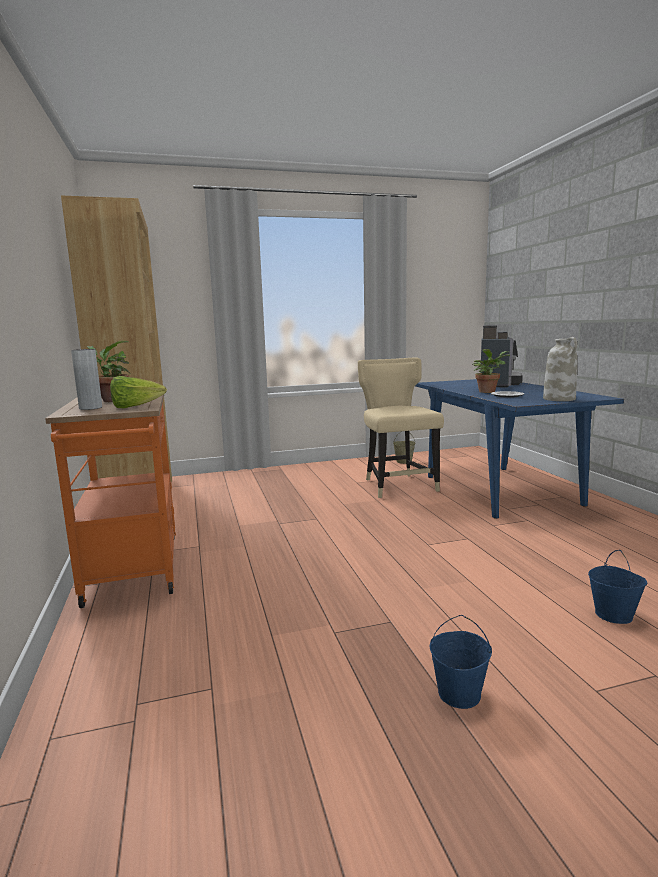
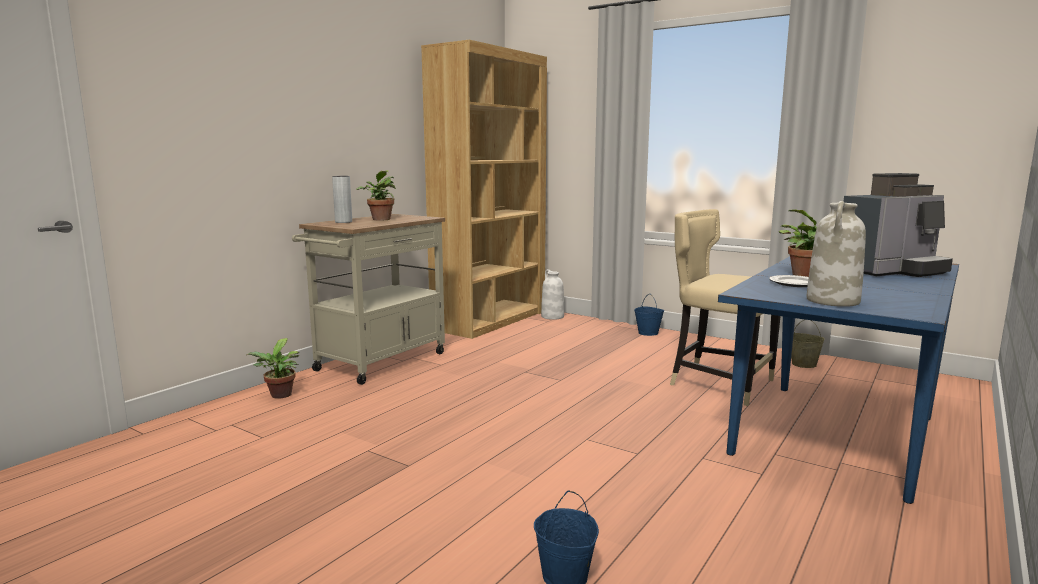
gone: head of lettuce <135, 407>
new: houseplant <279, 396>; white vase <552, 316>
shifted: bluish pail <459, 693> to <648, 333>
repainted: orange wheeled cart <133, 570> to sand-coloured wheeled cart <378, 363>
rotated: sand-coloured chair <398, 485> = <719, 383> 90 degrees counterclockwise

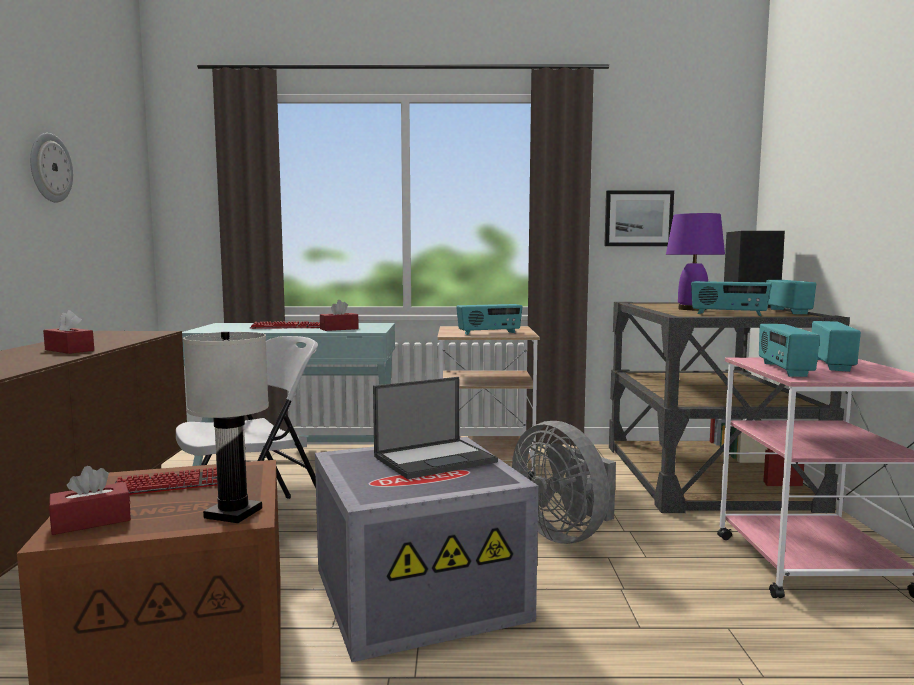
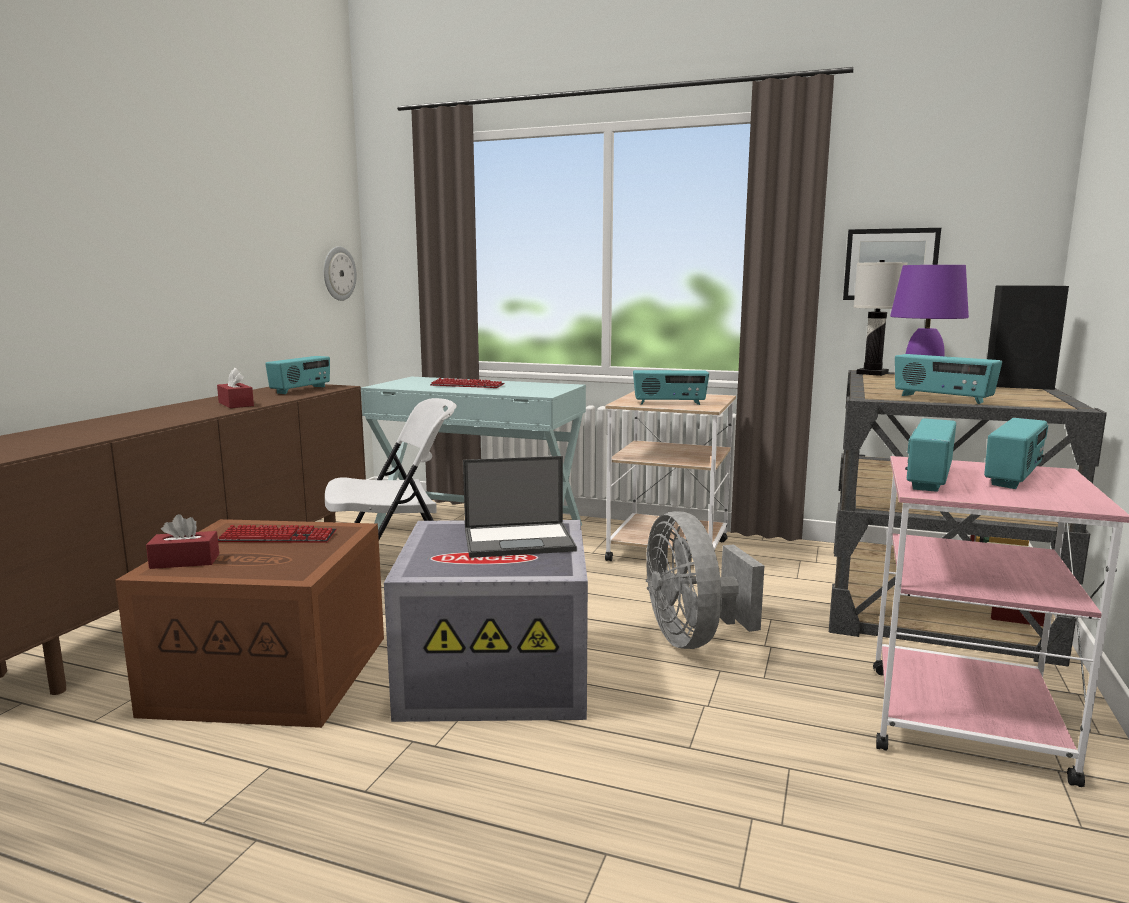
gone: red-coloured tissue holder <339, 329>
shifted: wall clock <50, 168> to <338, 273>; white table lamp <233, 513> to <872, 373>; radio <788, 311> to <301, 390>

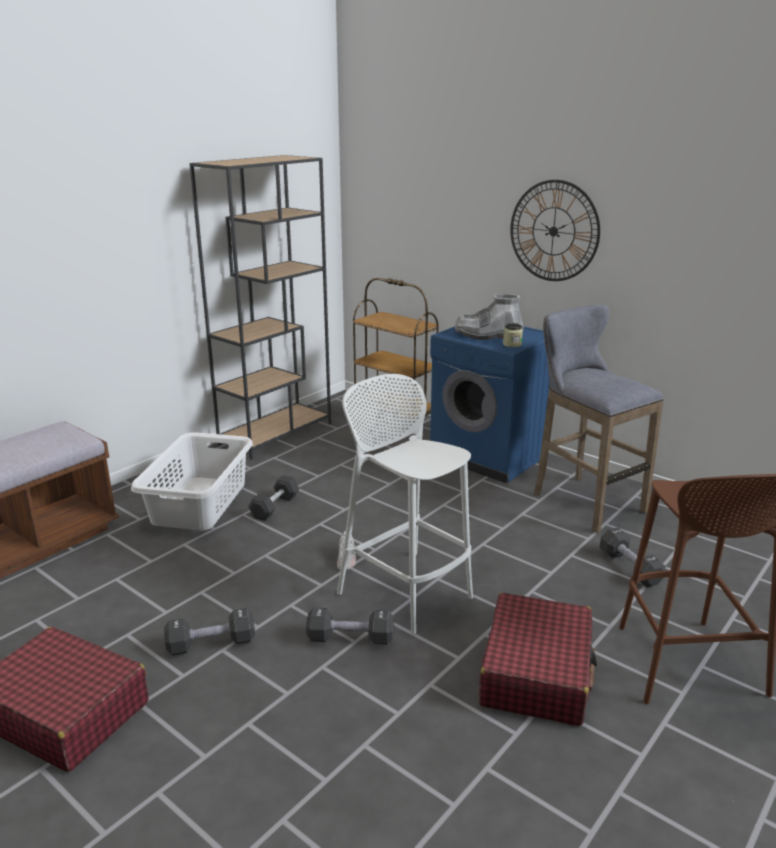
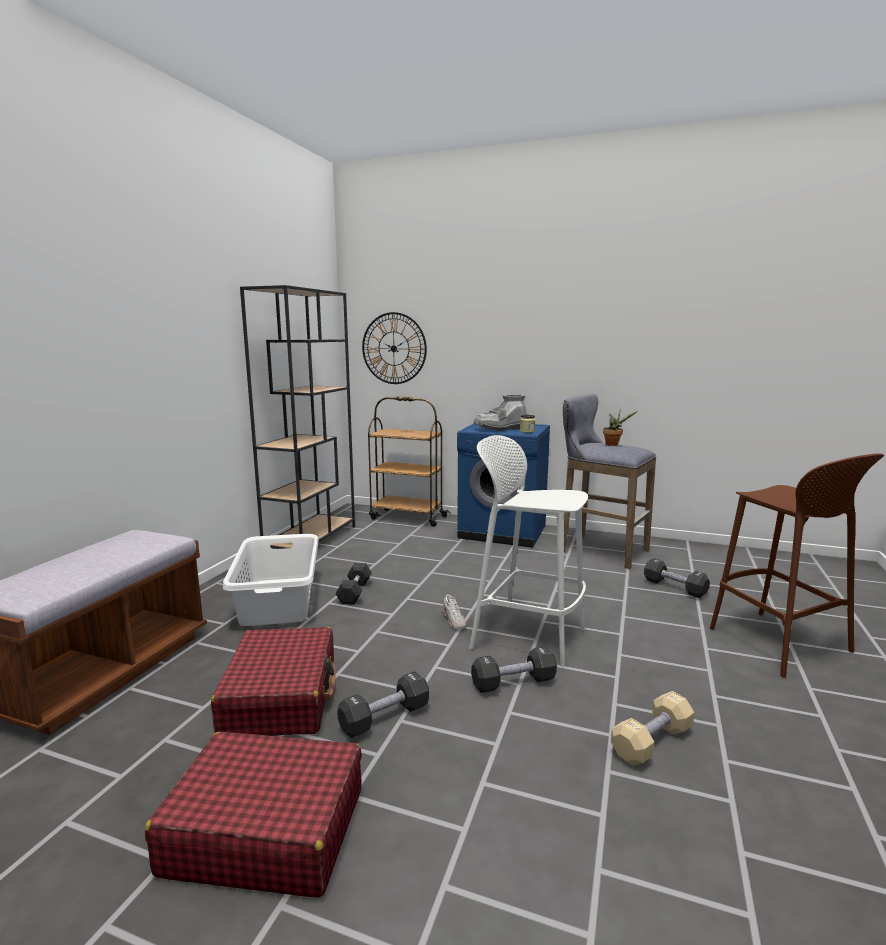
new: houseplant <613, 444>; sand-coloured hand weight <651, 742>
shifted: red-coloured piece of luggage <536, 672> to <281, 697>; wall clock <553, 231> to <394, 348>

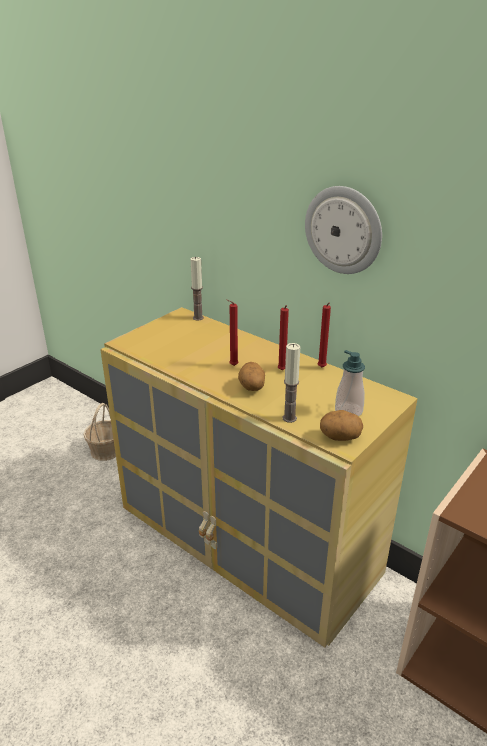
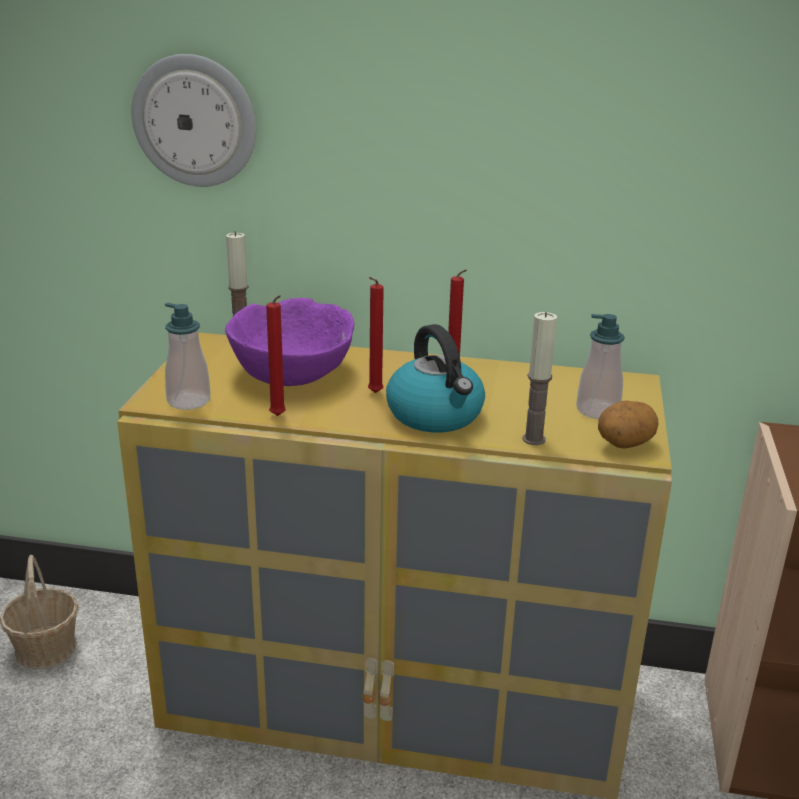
new: soap dispenser <189, 401>; purplish serving bowl <292, 372>
shifted: wall clock <343, 230> to <195, 121>; red-coloured wax light <322, 368> to <278, 417>
swapped: whole potato <251, 388> to kettle <436, 415>

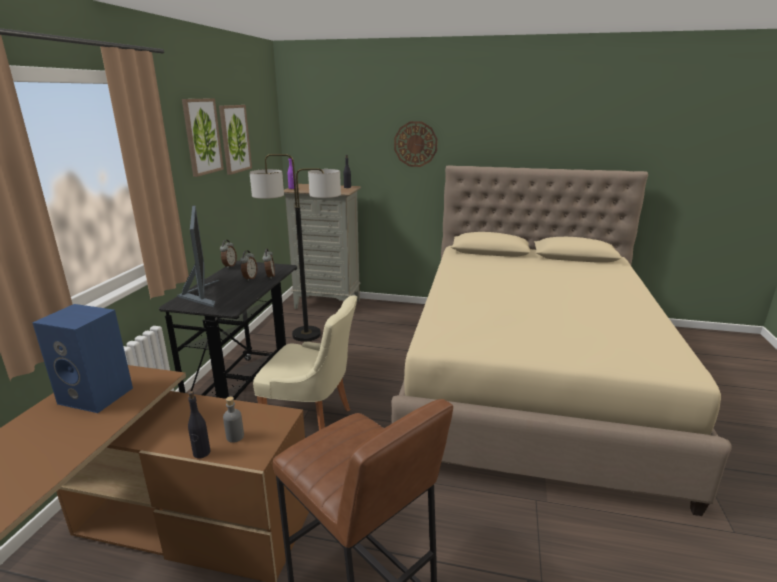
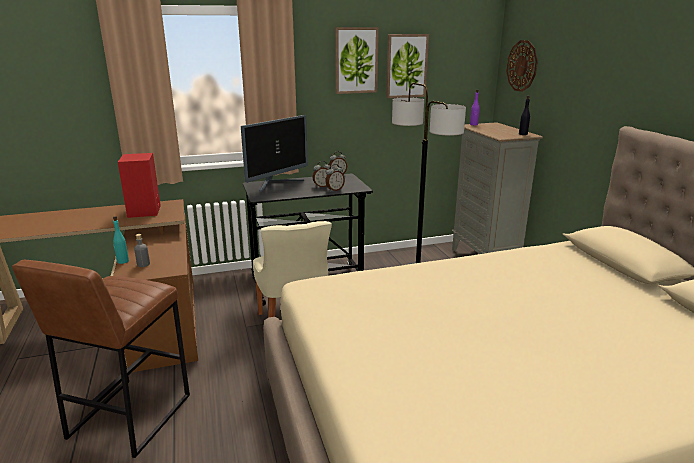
shifted: wall clock <415, 144> to <522, 66>
repainted: bluish speaker <98, 395> to red-coloured speaker <145, 211>; blackish drink bottle <201, 453> to turquoise drink bottle <122, 261>

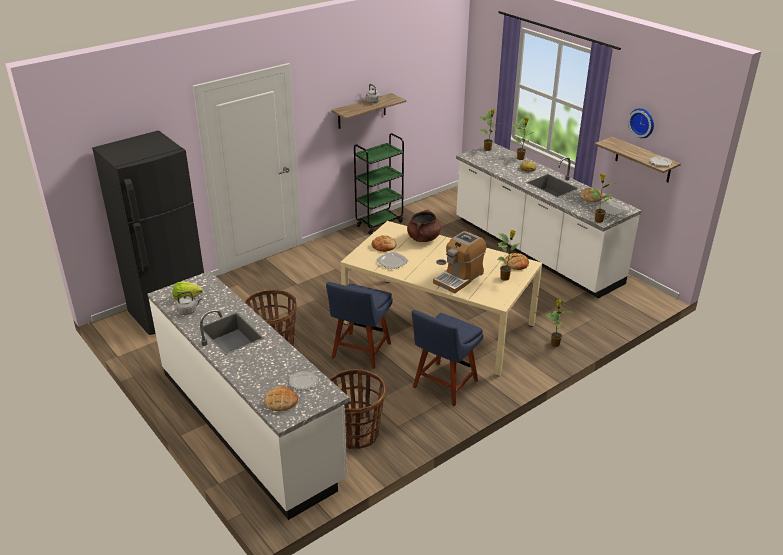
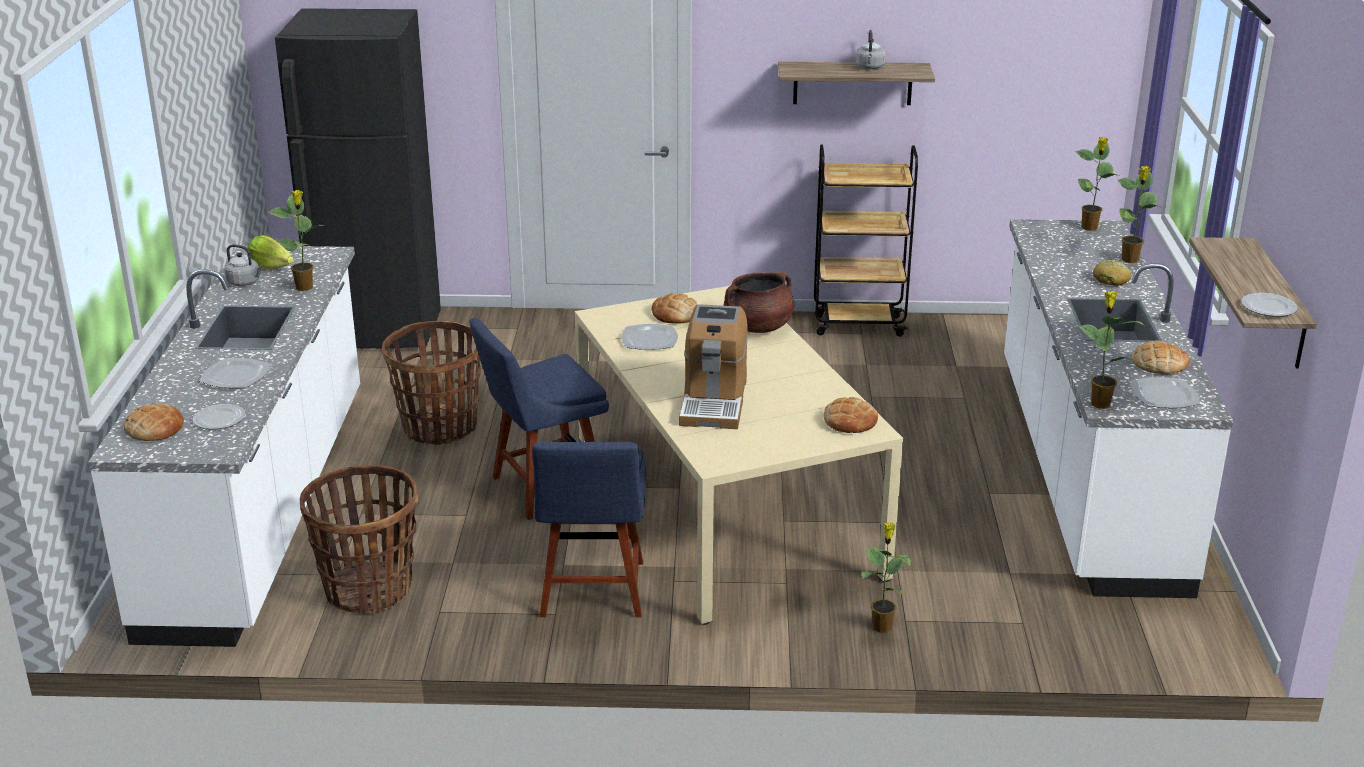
gone: wall clock <642, 122>
new: dinner plate <235, 376>
shifted: houseplant <505, 278> to <305, 287>
repainted: green wheeled cart <379, 224> to brown wheeled cart <859, 325>
rotated: bluish chair <443, 385> = <592, 593> 75 degrees counterclockwise; coffee maker <459, 278> = <714, 402> 75 degrees counterclockwise

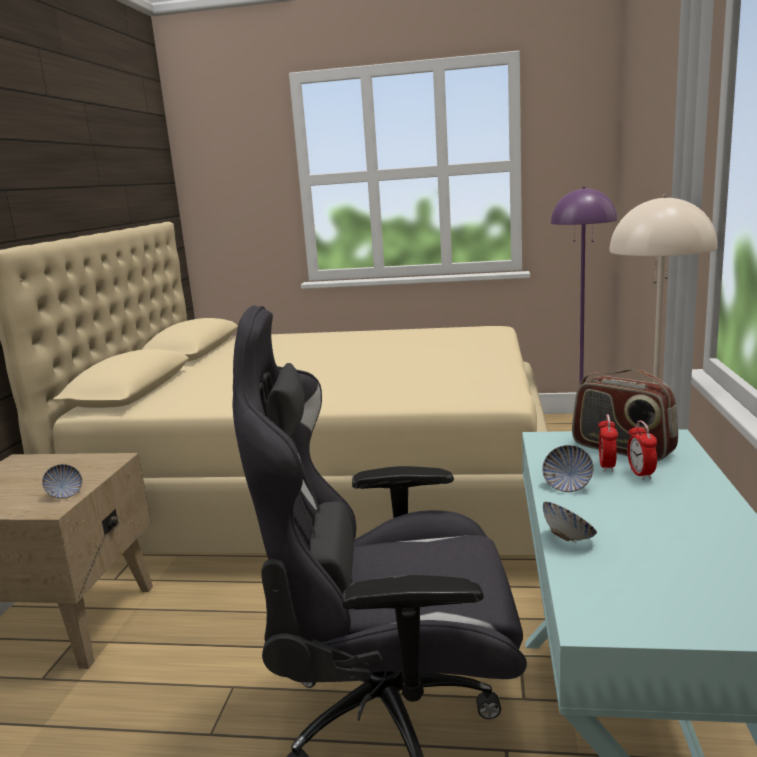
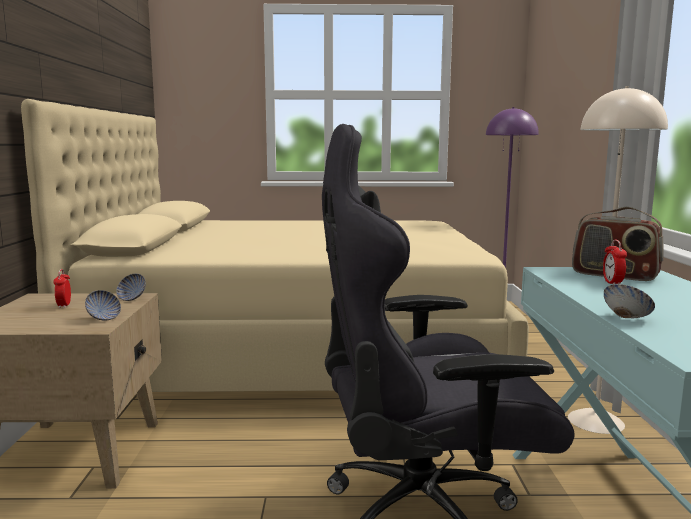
shifted: serving bowl <567, 486> to <132, 298>; table clock <641, 474> to <64, 306>

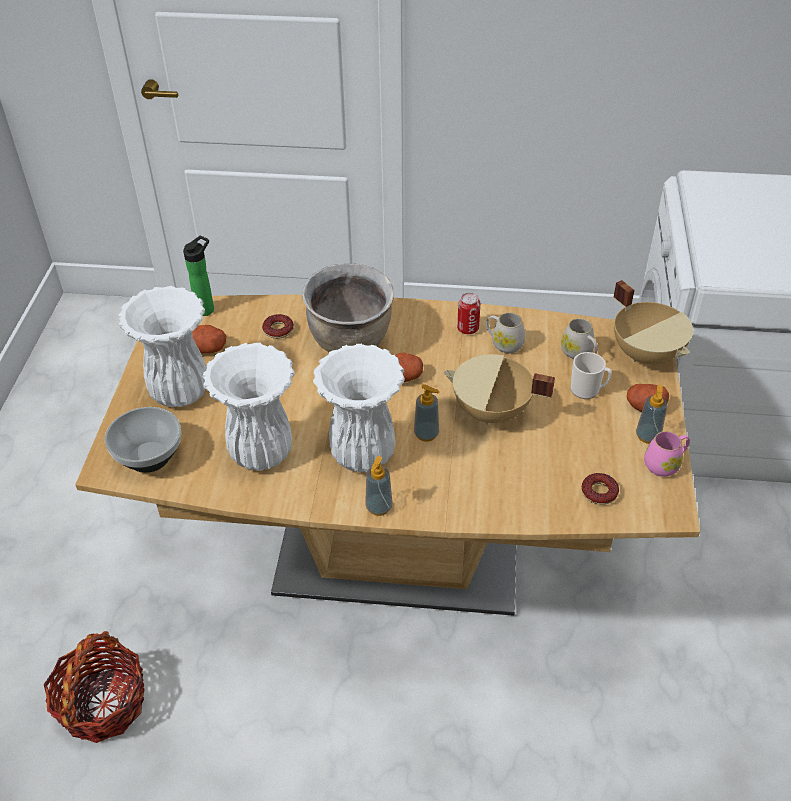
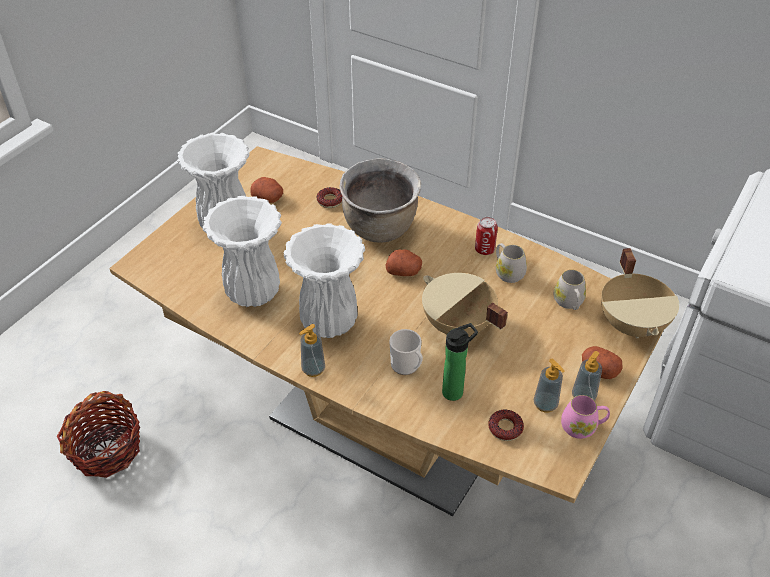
gone: serving bowl <150, 458>
shifted: drink bottle <207, 308> to <455, 391>; soap dispenser <426, 434> to <545, 404>; tea mug <588, 390> to <407, 366>

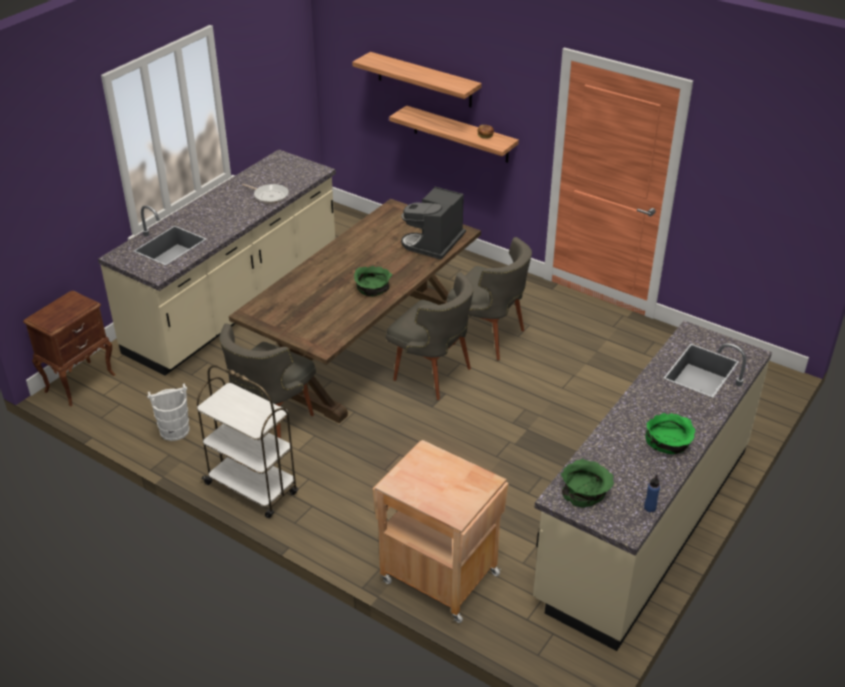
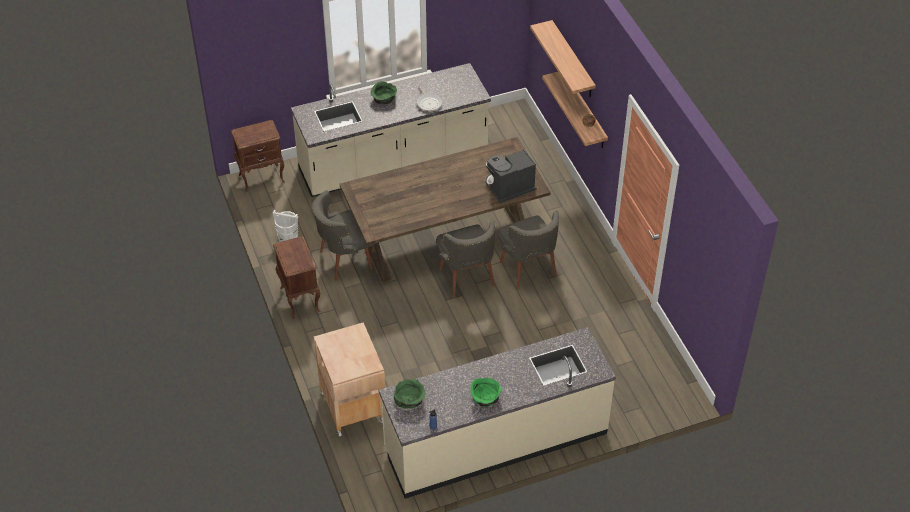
shifted: green serving bowl <373, 289> to <384, 98>
swapped: white wheeled cart <252, 490> to brown night table <299, 299>

